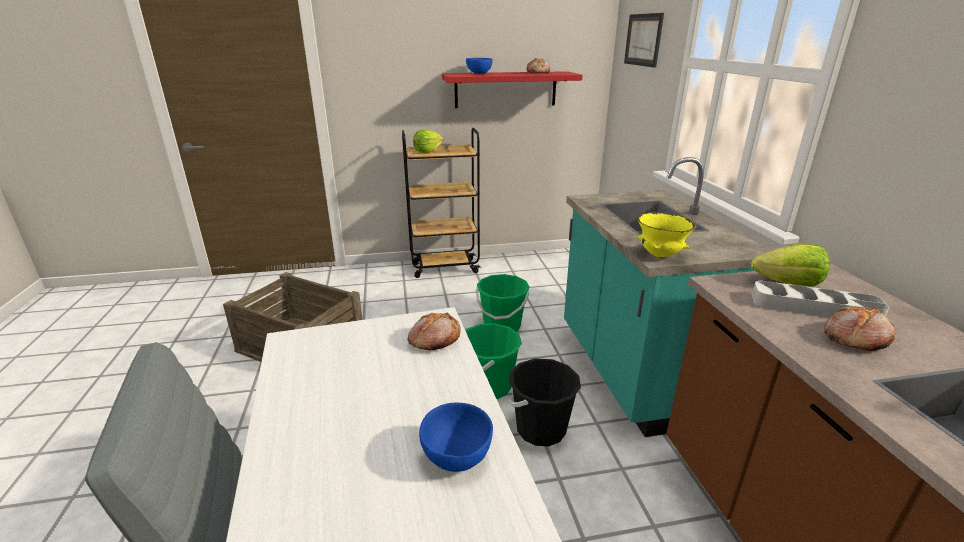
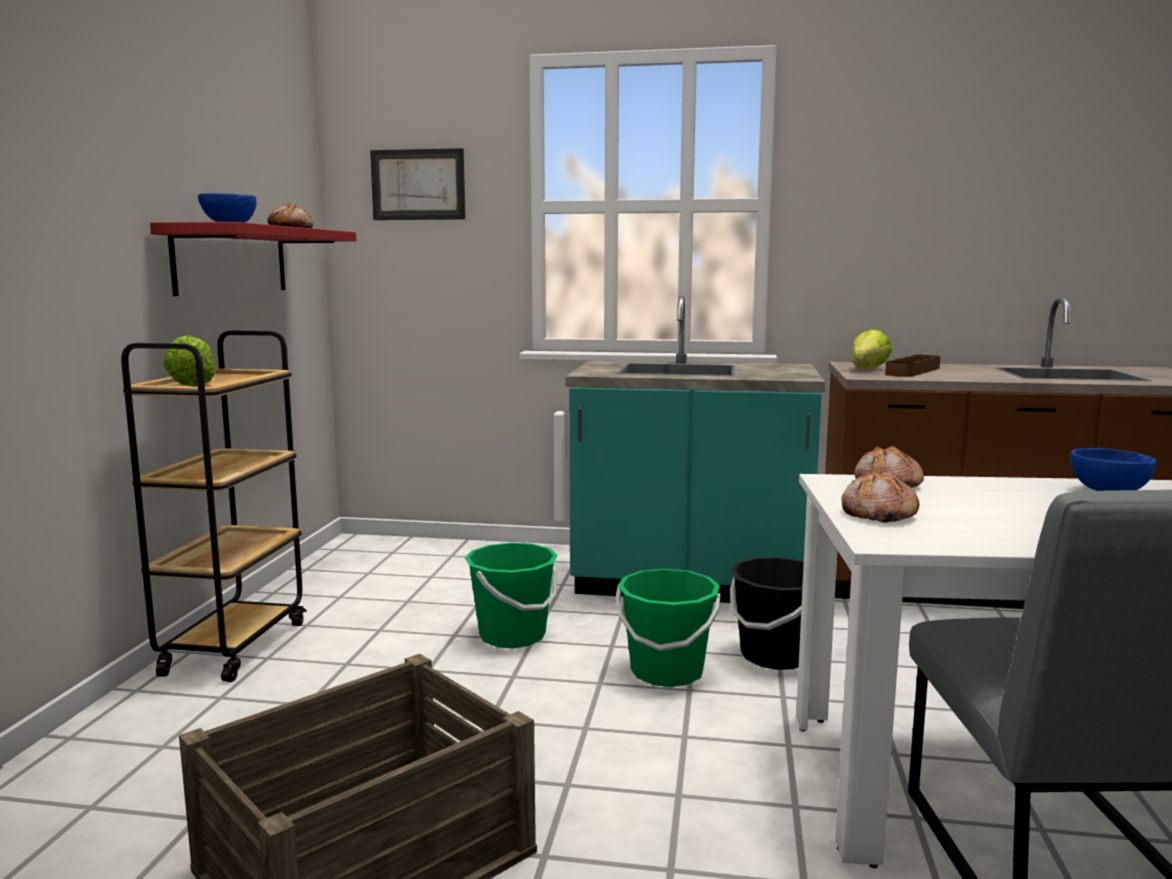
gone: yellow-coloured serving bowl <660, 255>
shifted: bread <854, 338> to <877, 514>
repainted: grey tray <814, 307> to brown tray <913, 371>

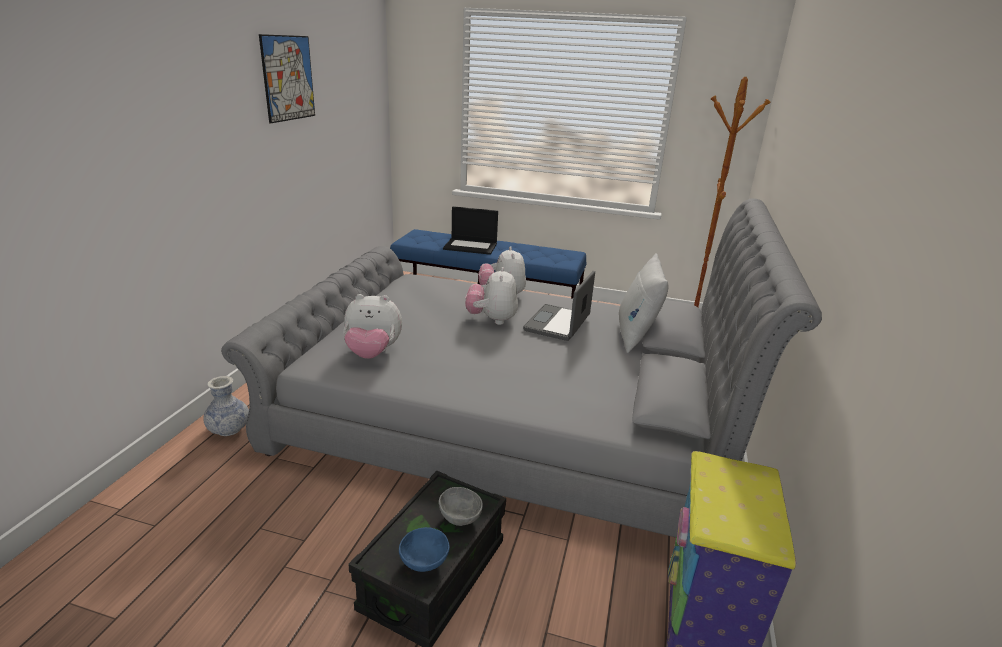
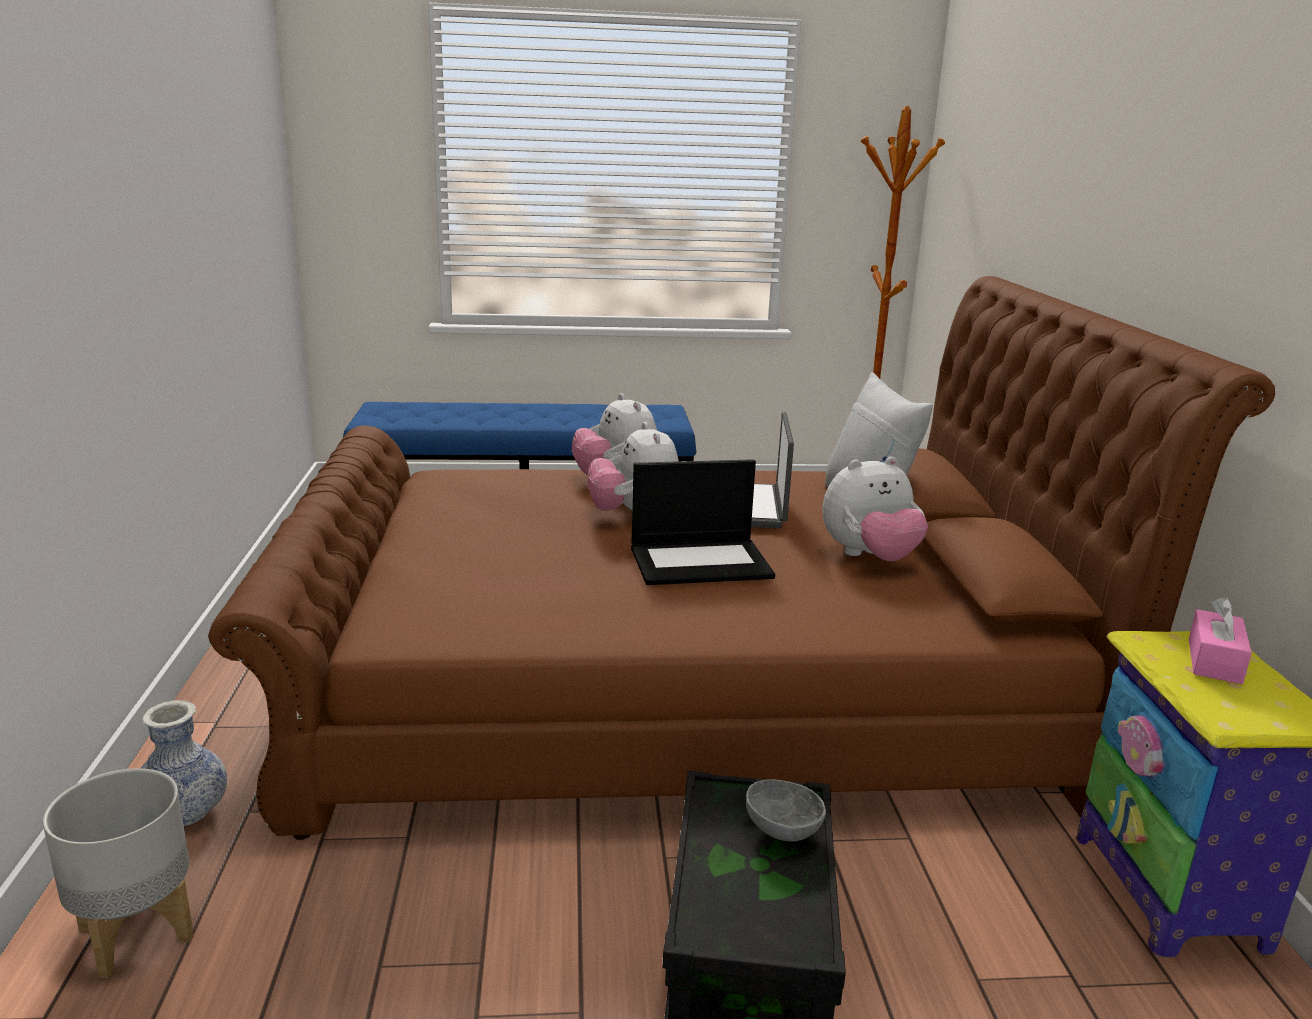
gone: wall art <288, 78>; bluish serving bowl <424, 561>
new: grey flower pot <135, 933>; pink tissue holder <1214, 661>
shifted: soft toy <372, 353> to <869, 557>; notebook computer <471, 246> to <701, 562>
repainted: grey sleeping bed <507, 416> to brown sleeping bed <687, 681>

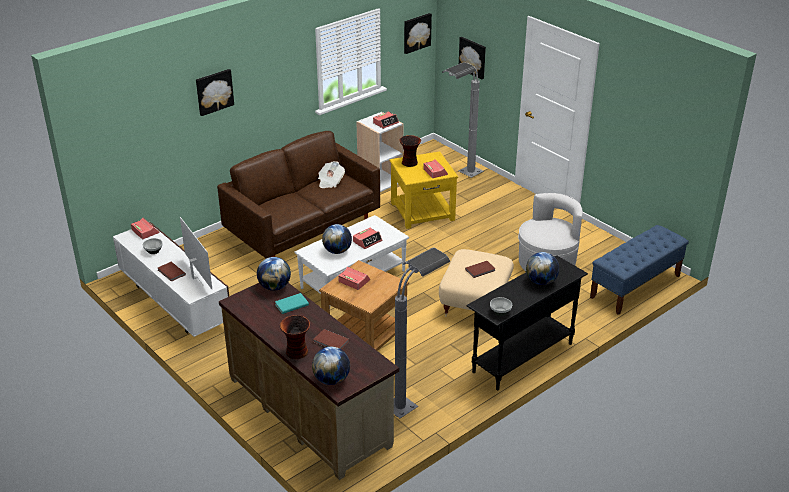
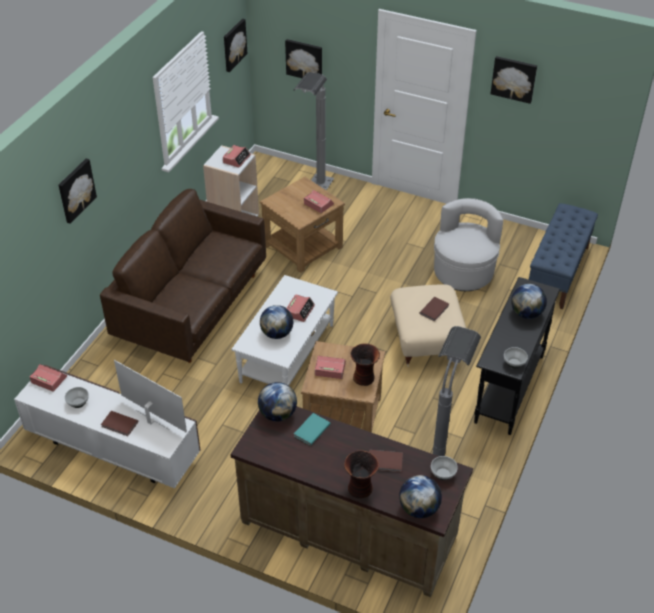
gone: daily paper <330, 182>
new: serving bowl <443, 474>; wall art <514, 78>
shifted: vase <410, 163> to <364, 378>
repainted: yellow-coloured accent table <422, 211> to brown accent table <303, 246>

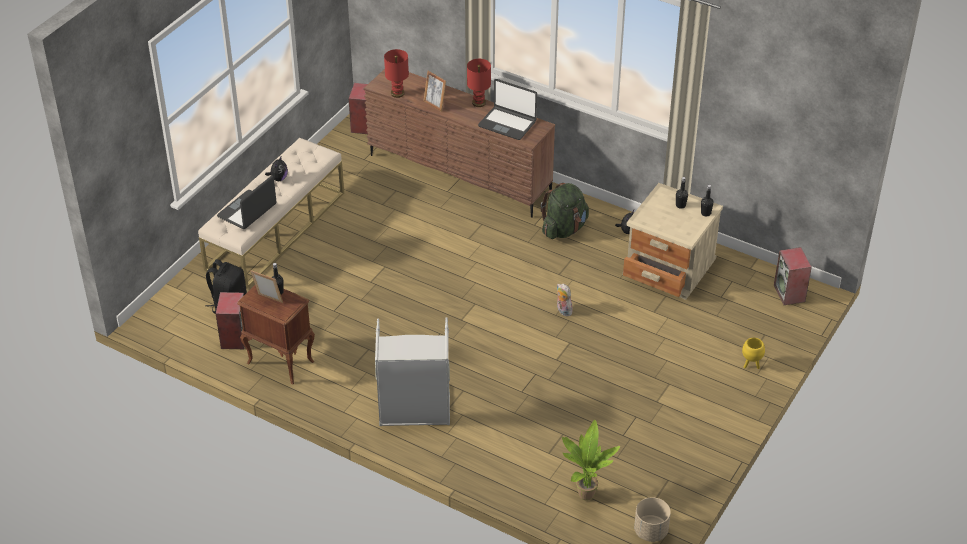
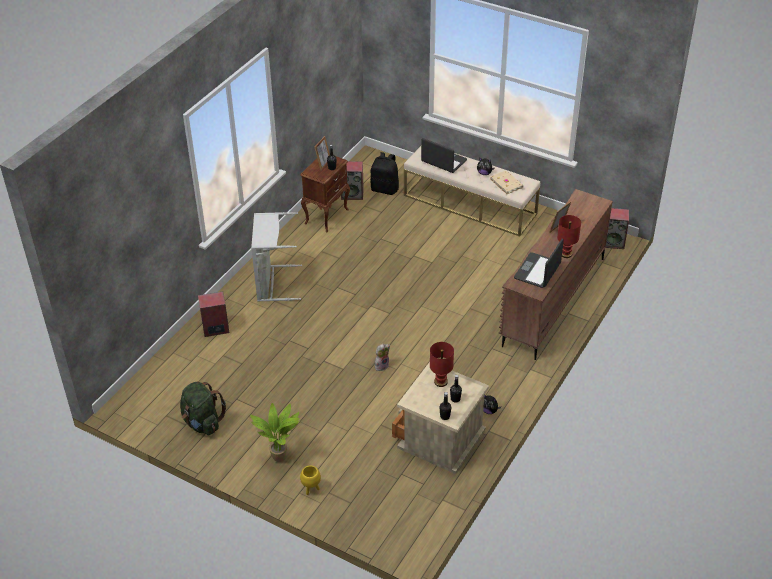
gone: sand-coloured flower pot <651, 531>
new: sand-coloured volume <506, 183>
shifted: red-coloured table lamp <397, 93> to <440, 381>; green backpack <564, 229> to <202, 423>; houseplant <584, 494> to <280, 456>; speaker <790, 293> to <215, 328>

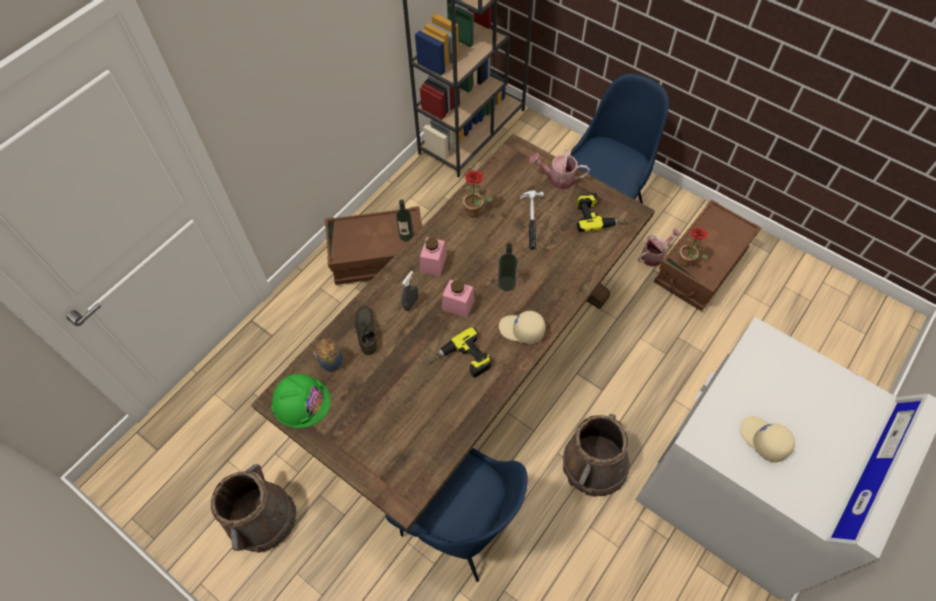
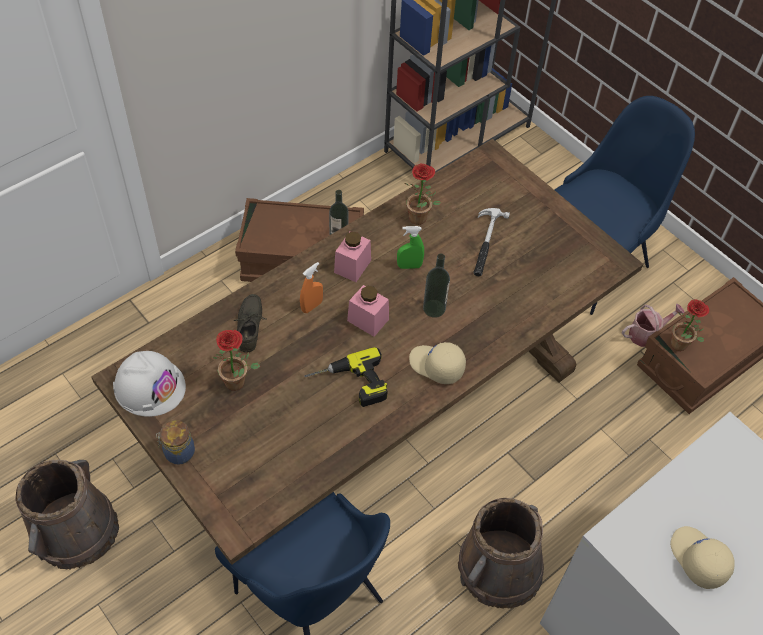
gone: watering can <558, 178>; electric drill <602, 214>
new: houseplant <239, 383>; green sprayer <409, 266>
shifted: storage jar <330, 362> to <178, 452>
repainted: green hard hat <301, 402> to white hard hat <149, 386>; grey sprayer <411, 304> to orange sprayer <312, 306>

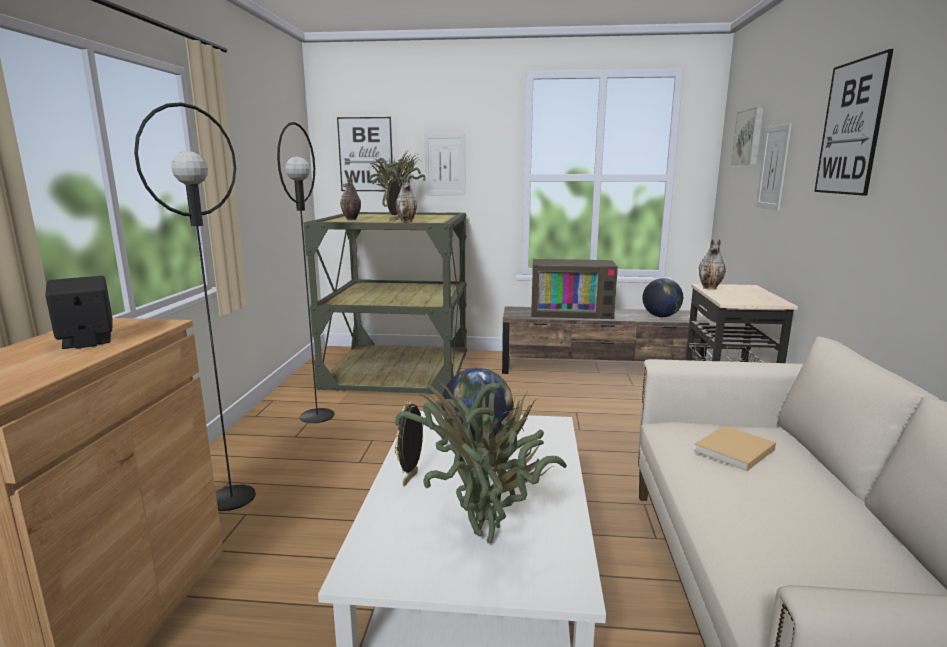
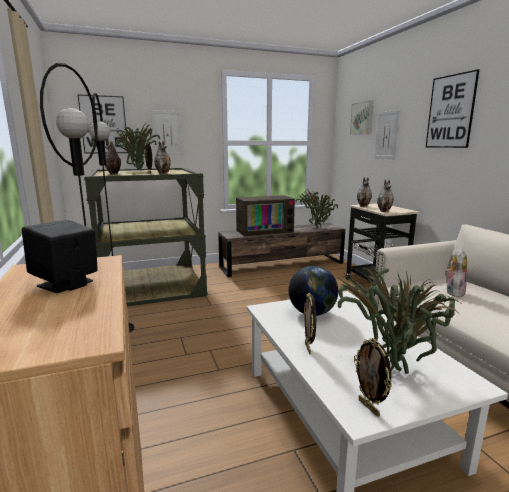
new: standing frame <369, 407>; vase <384, 211>
swapped: globe <661, 316> to houseplant <317, 228>; sand-coloured volume <733, 451> to soft toy <453, 292>

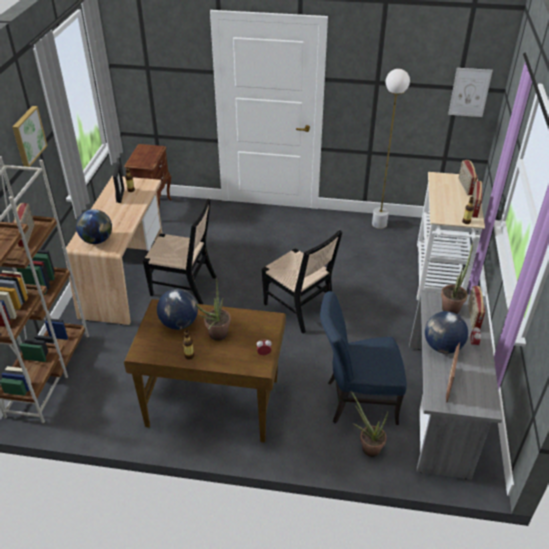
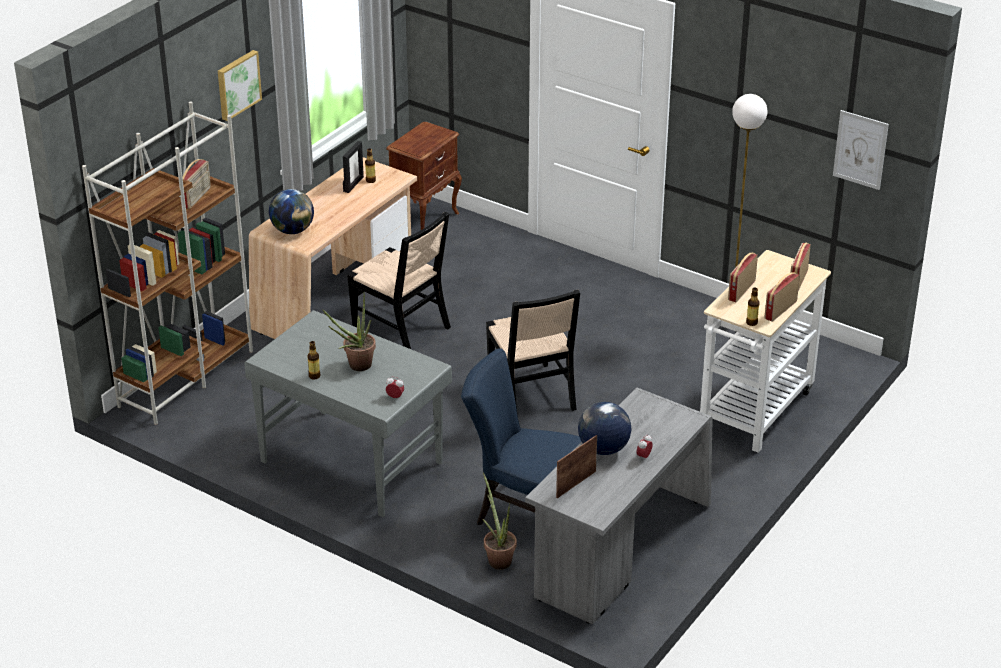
gone: globe <179, 323>; houseplant <452, 306>
shifted: radio <473, 317> to <741, 290>
repainted: brown desk unit <212, 402> to grey desk unit <351, 461>

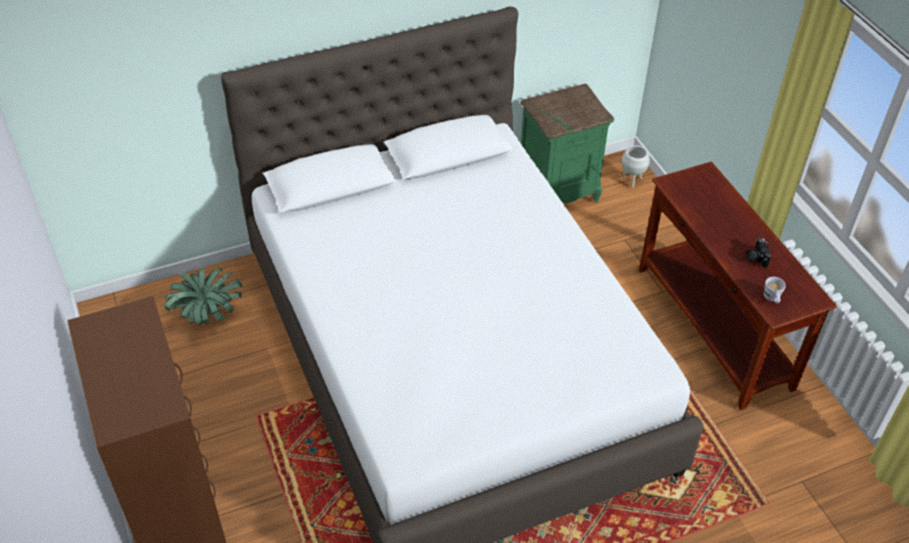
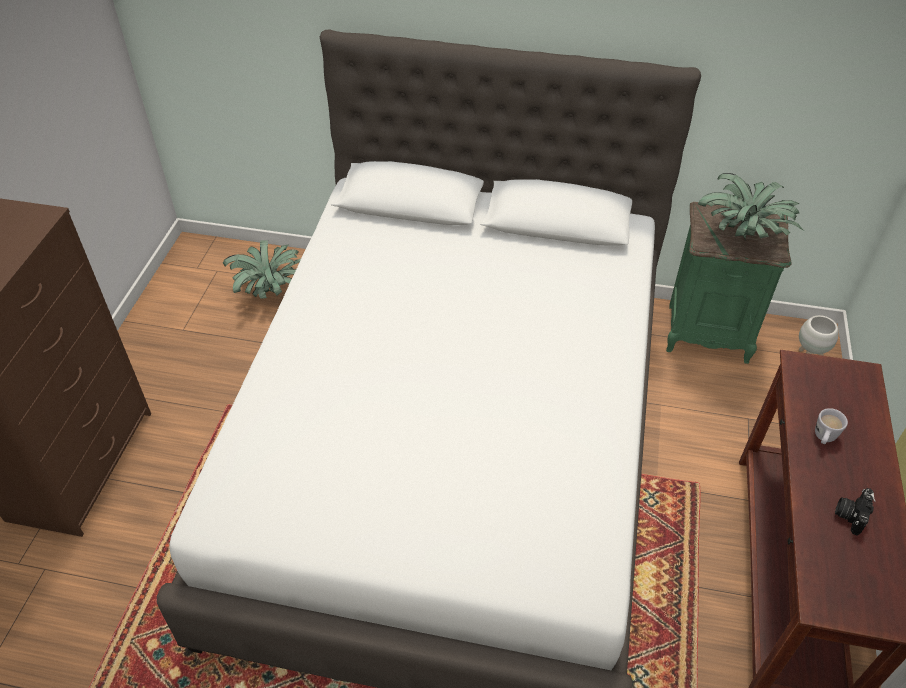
new: houseplant <743, 236>
shifted: white tea mug <772, 299> to <823, 438>

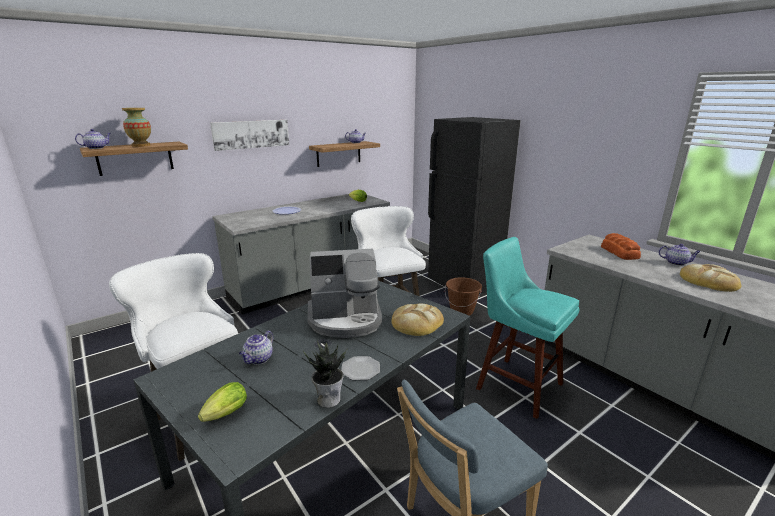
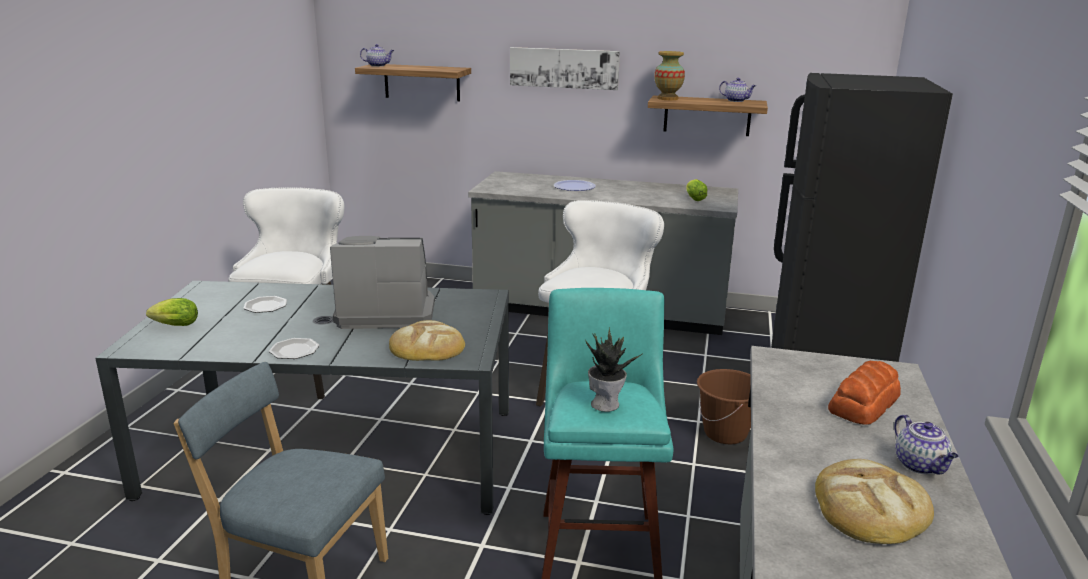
shifted: vase <141, 145> to <667, 98>; houseplant <329, 399> to <606, 404>
swapped: pot for tea <258, 359> to dinner plate <265, 306>
rotated: coffee maker <345, 319> = <385, 313> 135 degrees clockwise

